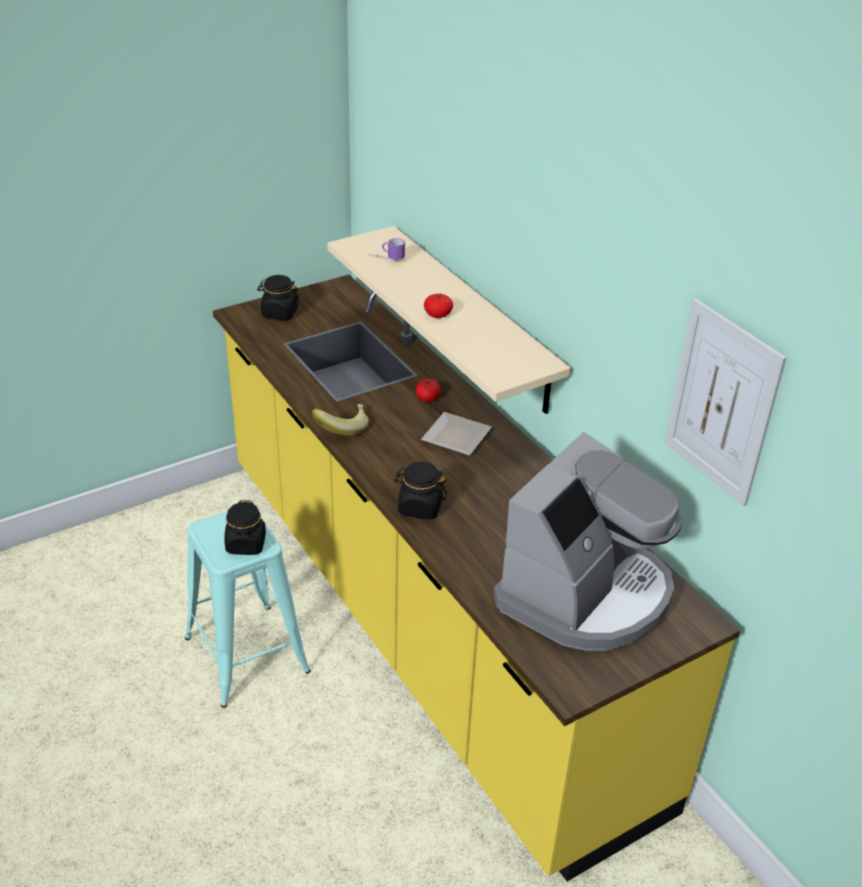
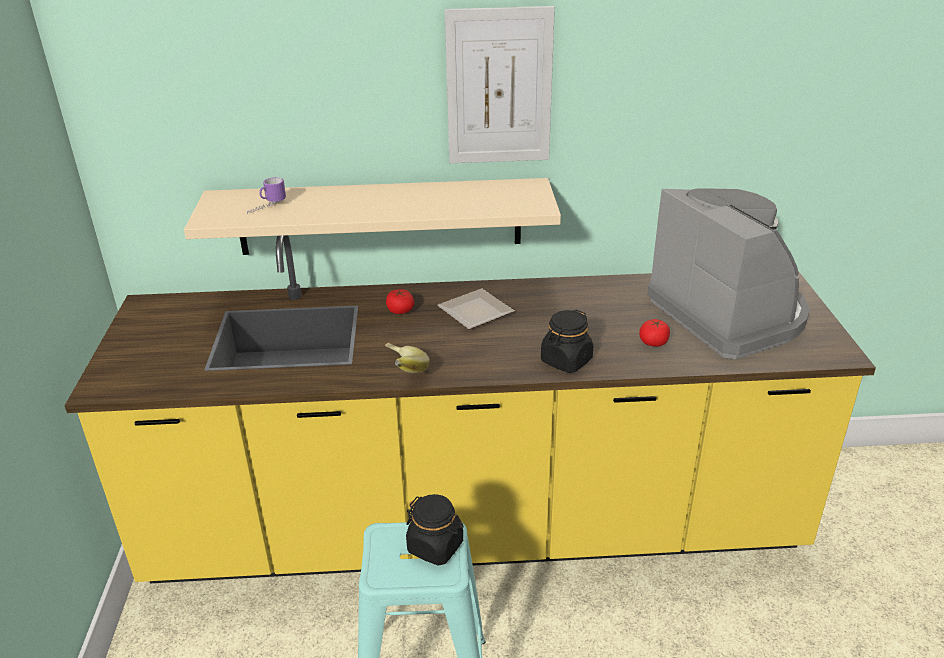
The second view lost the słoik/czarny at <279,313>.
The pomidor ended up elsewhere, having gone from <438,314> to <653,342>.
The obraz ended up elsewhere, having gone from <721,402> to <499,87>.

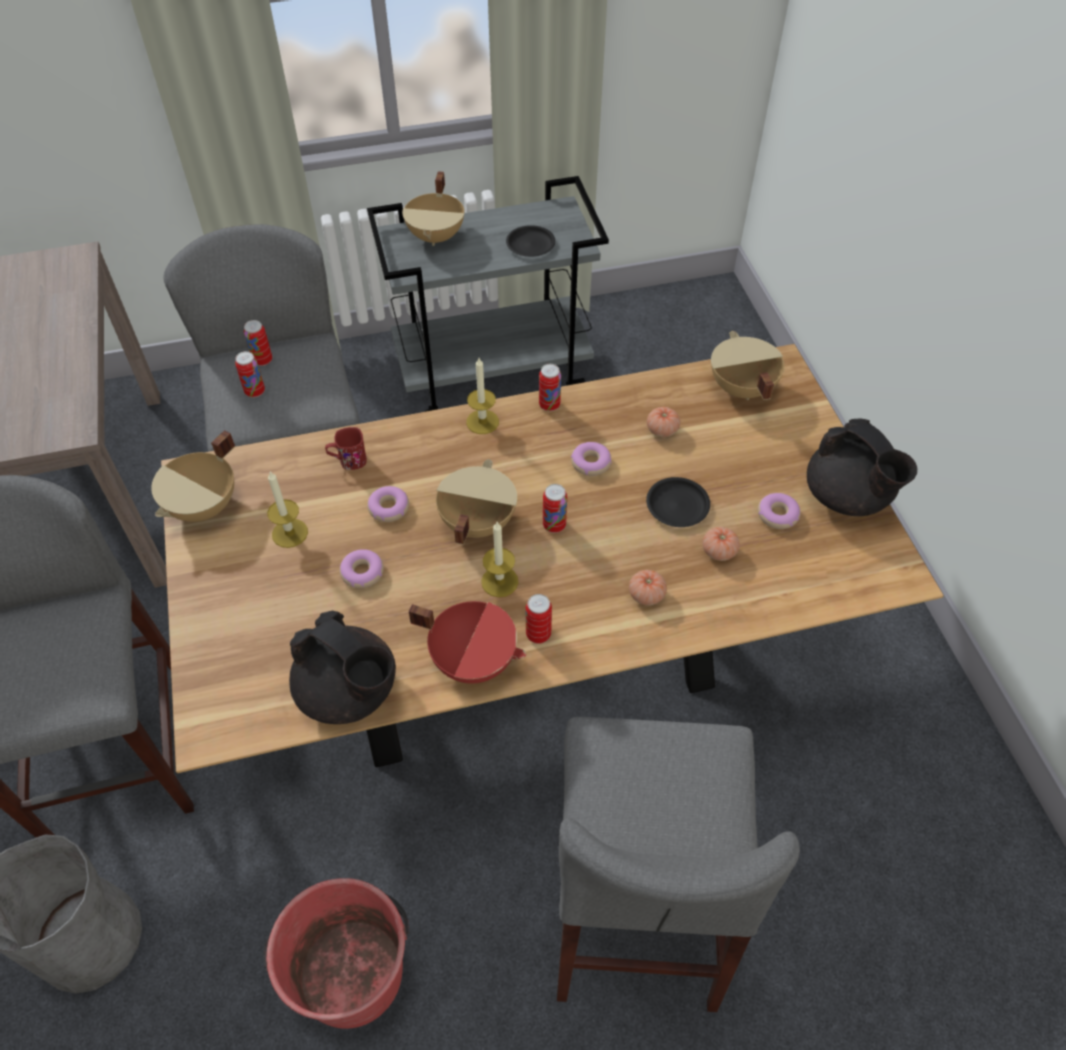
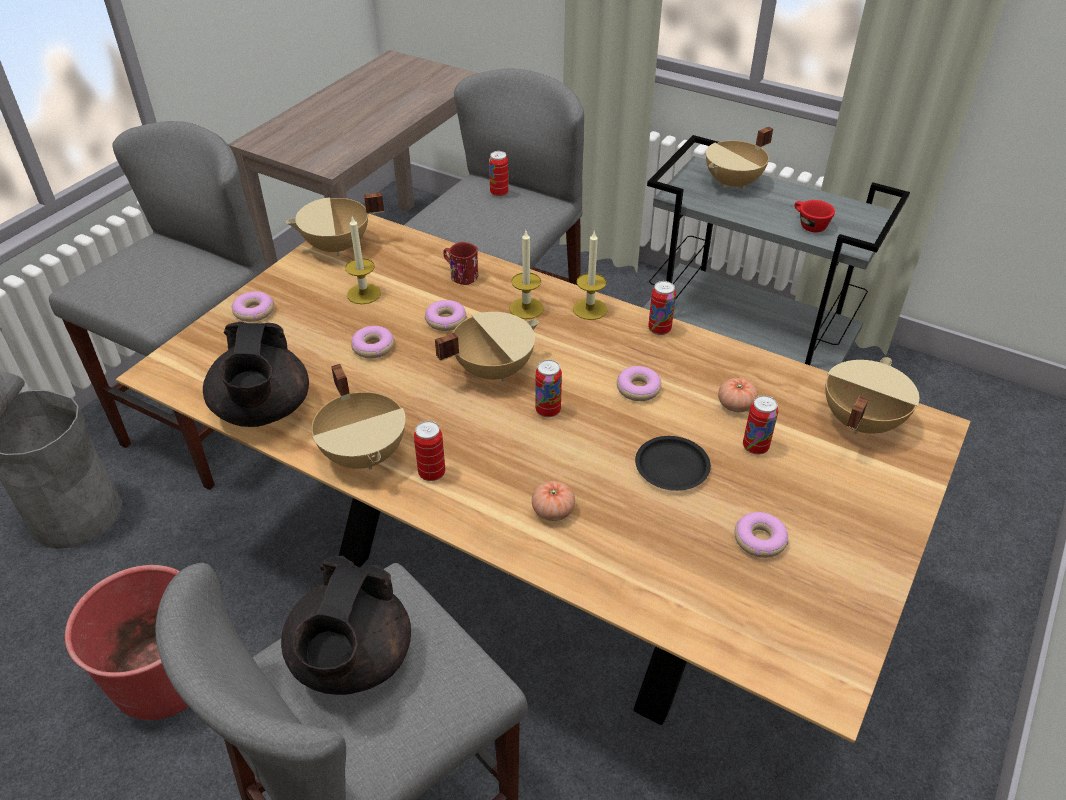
Where the talerz/czarny stood at <531,244>, the filiżanka/czerwony came to stand at <808,225>.
The puszka ended up elsewhere, having gone from <255,392> to <755,447>.
The imbryk/czarny ended up elsewhere, having gone from <847,497> to <351,661>.
The świeca ended up elsewhere, having gone from <499,581> to <526,308>.
The second view lost the pomidor at <719,551>.
What was the garnek/czerwony at <474,659> turned into the garnek/beżowy at <365,454>.
The second view gained the donut at <254,312>.

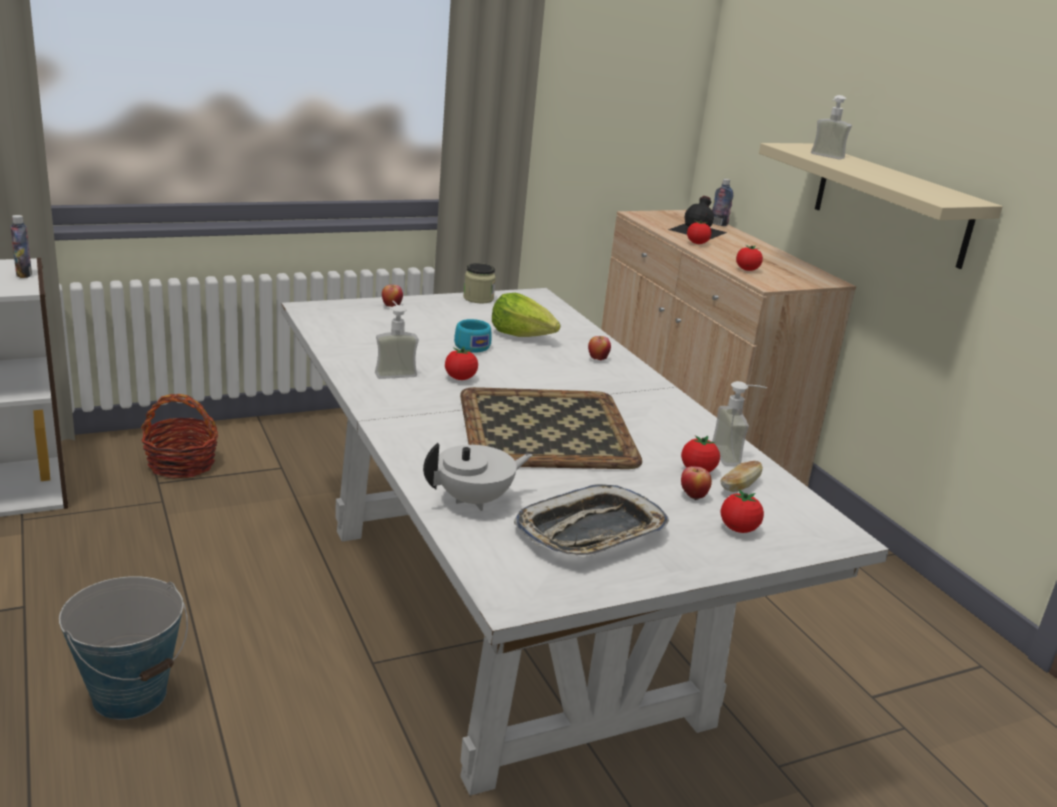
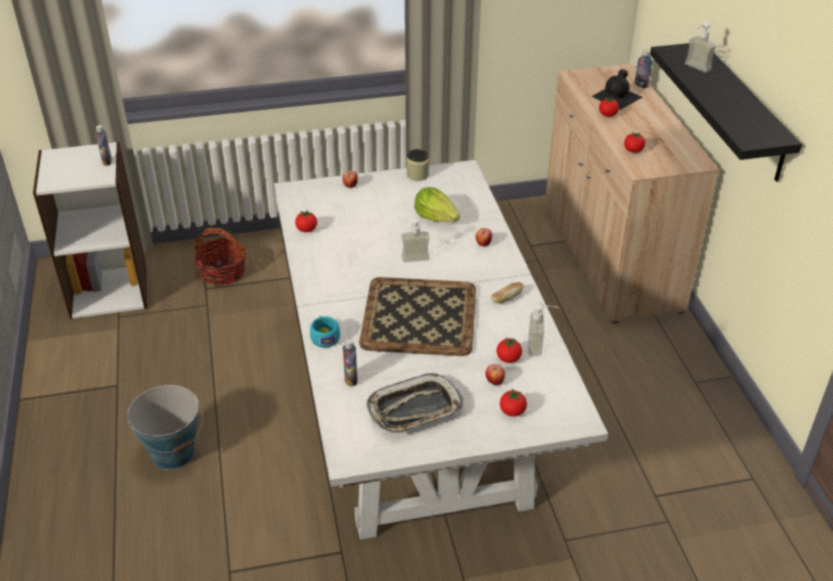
What was the półka/beżowy at <890,204> turned into the półka/czarny at <743,112>.
The dozownik mydła ended up elsewhere, having gone from <393,372> to <414,254>.
The filiżanka/turkusowy ended up elsewhere, having gone from <470,345> to <324,336>.
The pomidor ended up elsewhere, having gone from <460,378> to <306,230>.
Where the imbryk/biały stood at <475,500>, the butelka came to stand at <351,379>.
The chleb ended up elsewhere, having gone from <739,487> to <506,298>.

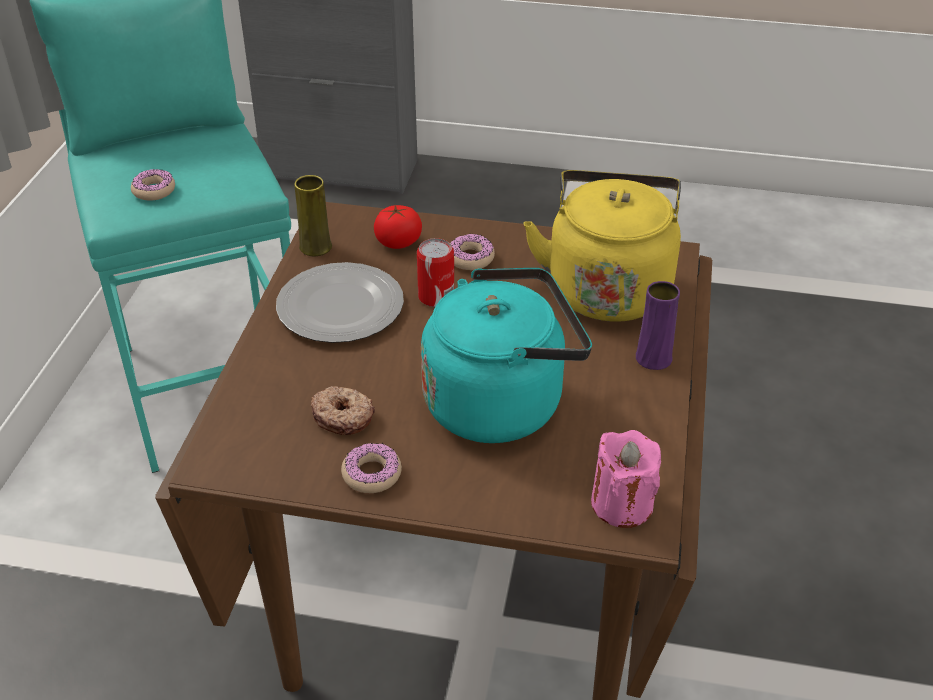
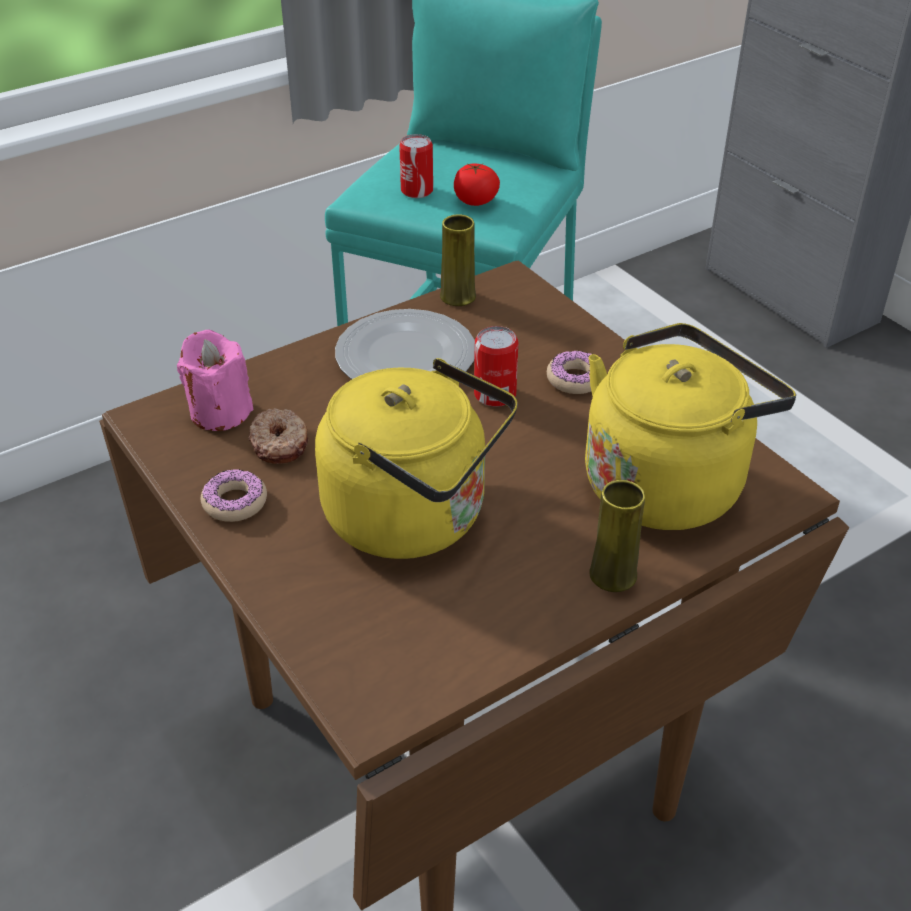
Where the donut stood at <154,190>, the puszka came to stand at <417,191>.
The pomidor ended up elsewhere, having gone from <398,242> to <475,201>.
What was the czajnik/turkusowy at <501,402> turned into the czajnik/żółty at <415,517>.
What was the wazon/fioletowy at <653,358> turned into the wazon/żółty at <613,575>.
The świeca/różowy ended up elsewhere, having gone from <622,504> to <220,412>.

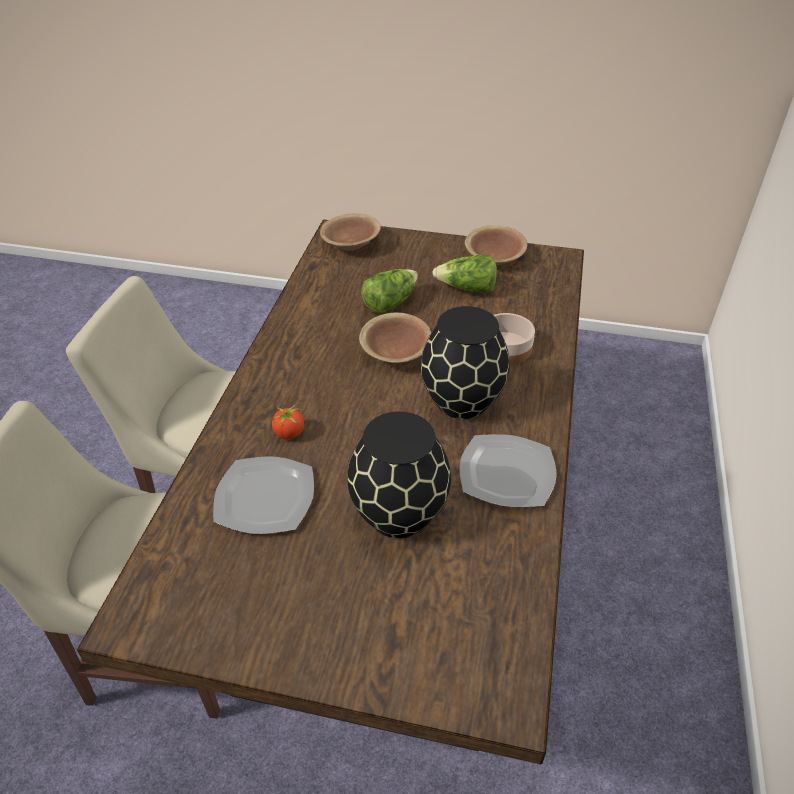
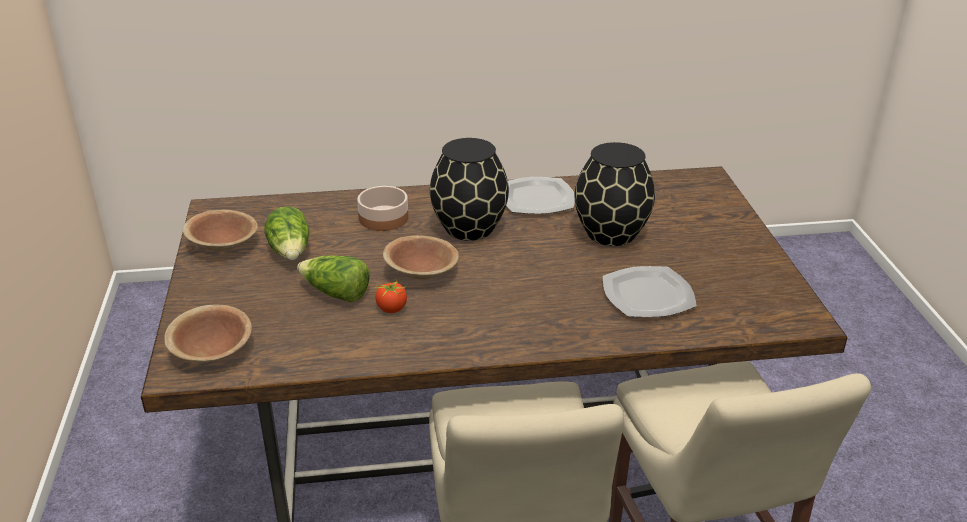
The pomidor ended up elsewhere, having gone from <289,433> to <392,308>.

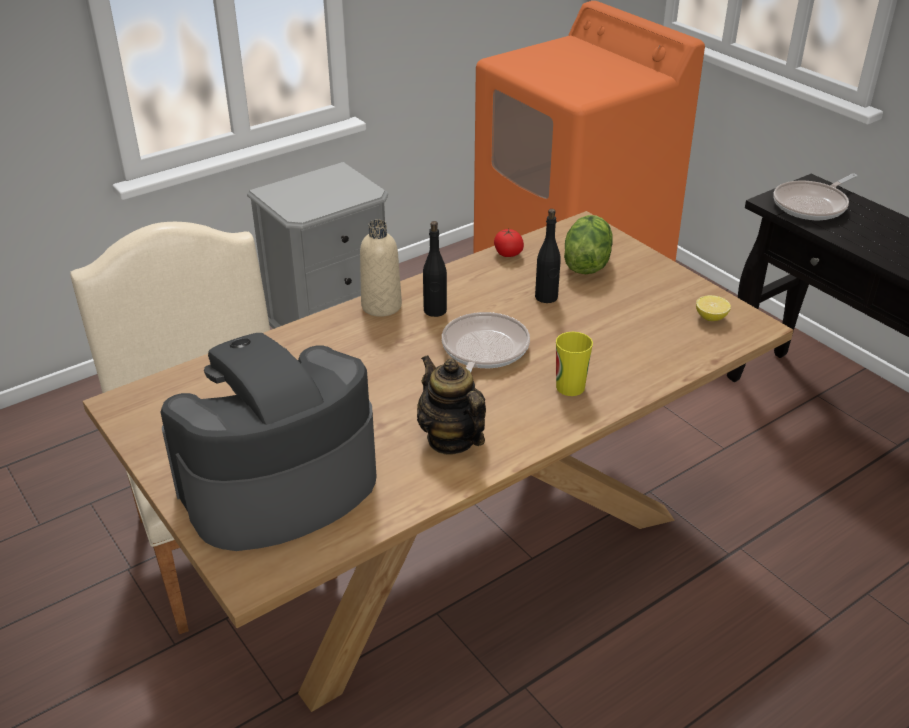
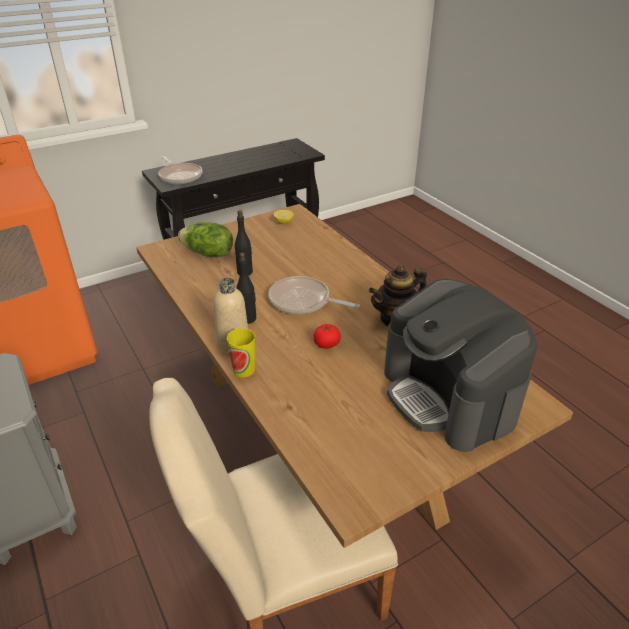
The pomidor ended up elsewhere, having gone from <508,254> to <326,344>.
The filiżanka ended up elsewhere, having gone from <570,387> to <244,370>.

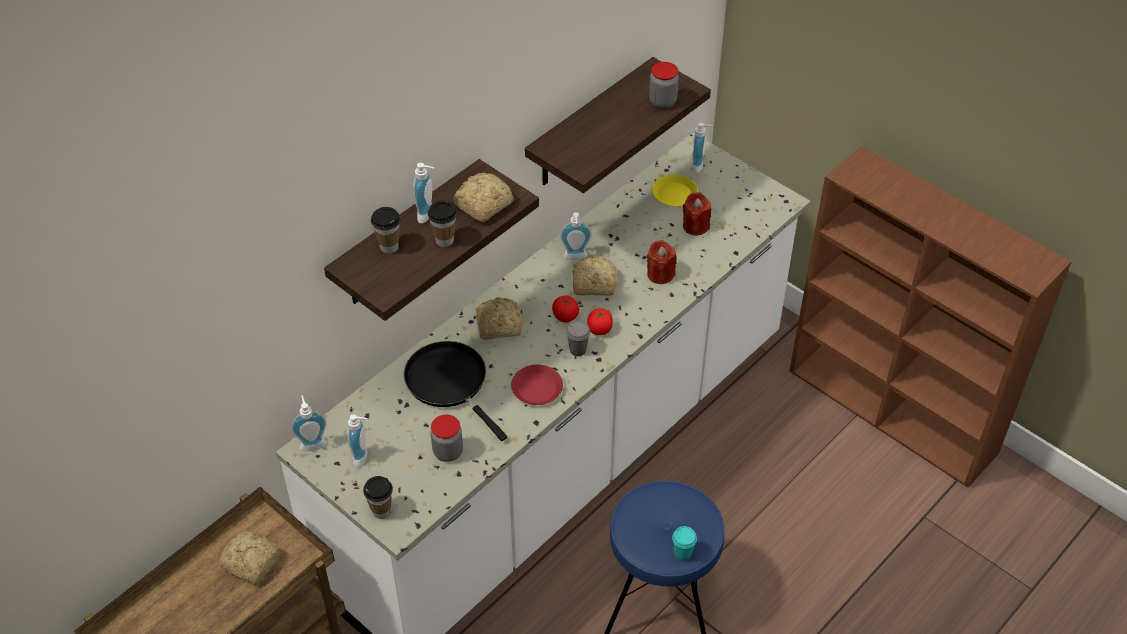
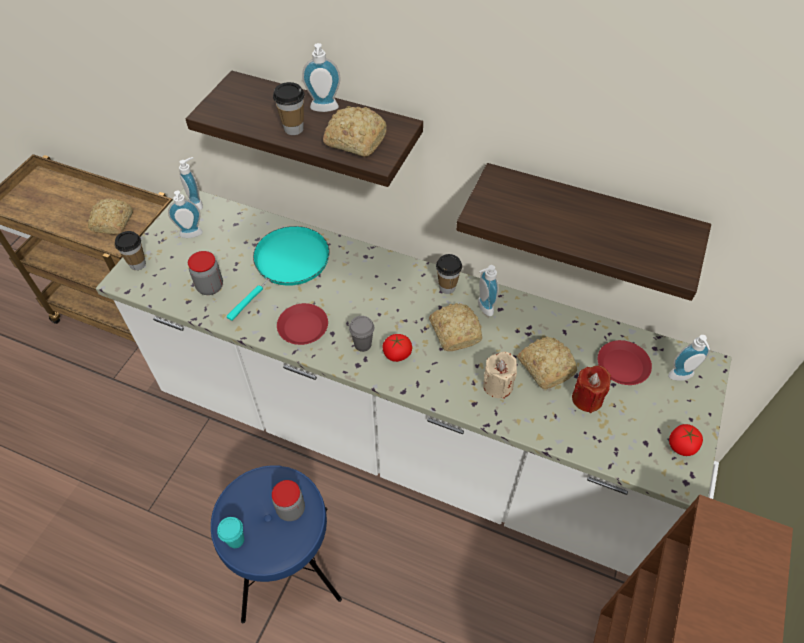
The słoik ended up elsewhere, having gone from <662,101> to <291,509>.
What was the talerz/żółty at <674,194> turned into the talerz/czerwony at <622,366>.
The filiżanka ended up elsewhere, having gone from <389,246> to <447,287>.
What was the świeca/czerwony at <660,274> turned into the świeca/beżowy at <498,385>.
The pomidor ended up elsewhere, having gone from <565,316> to <681,446>.
The chleb ended up elsewhere, having gone from <497,325> to <545,366>.
What was the patelnia/czarny at <449,383> turned into the patelnia/turkusowy at <288,264>.

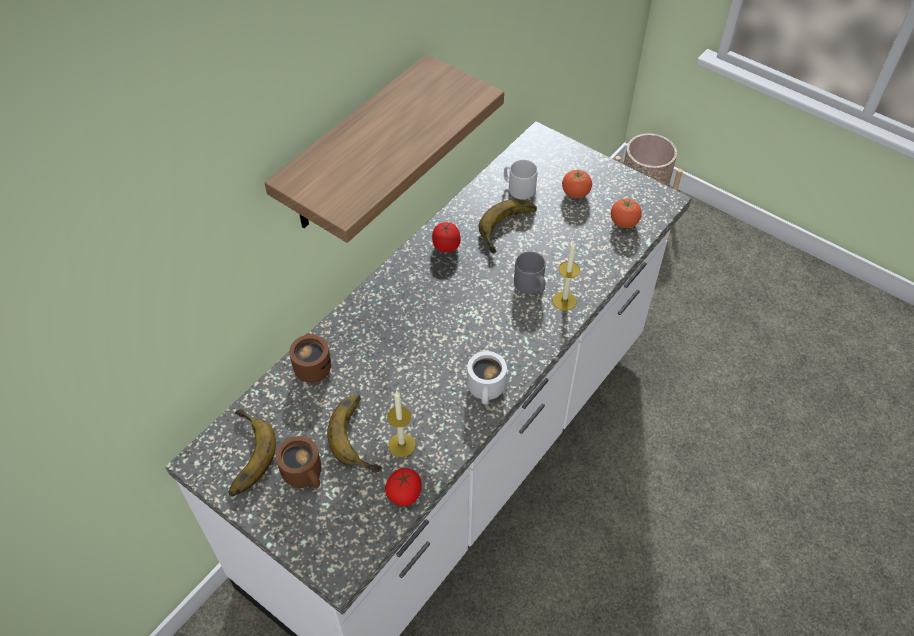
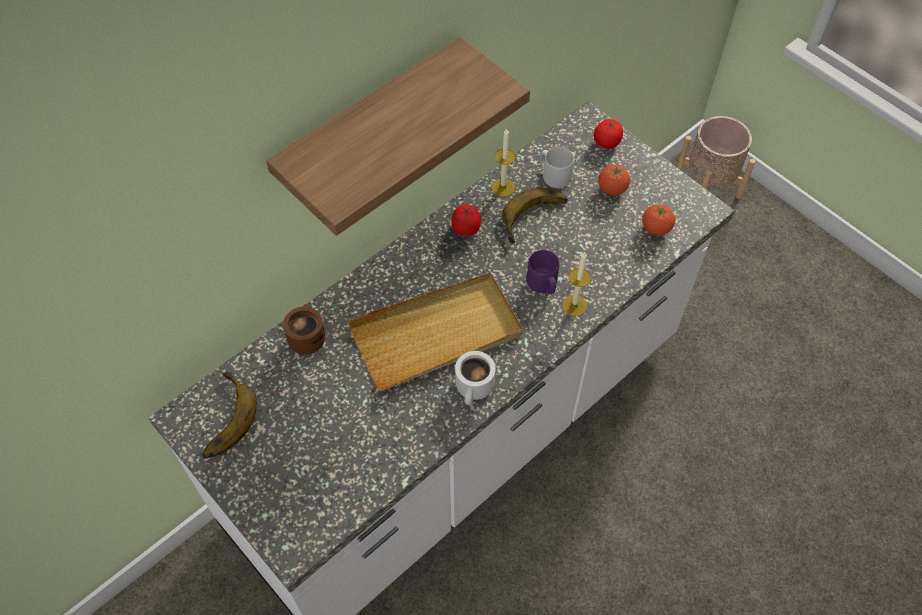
What was the kubek/szary at <530,286> turned into the kubek/fioletowy at <543,284>.
The świeca ended up elsewhere, having gone from <402,445> to <503,187>.
The second view lost the banan at <362,435>.
The second view lost the kubek/brązowy at <306,474>.
The pomidor ended up elsewhere, having gone from <404,493> to <607,142>.
The second view gained the taca/beżowy at <437,334>.

